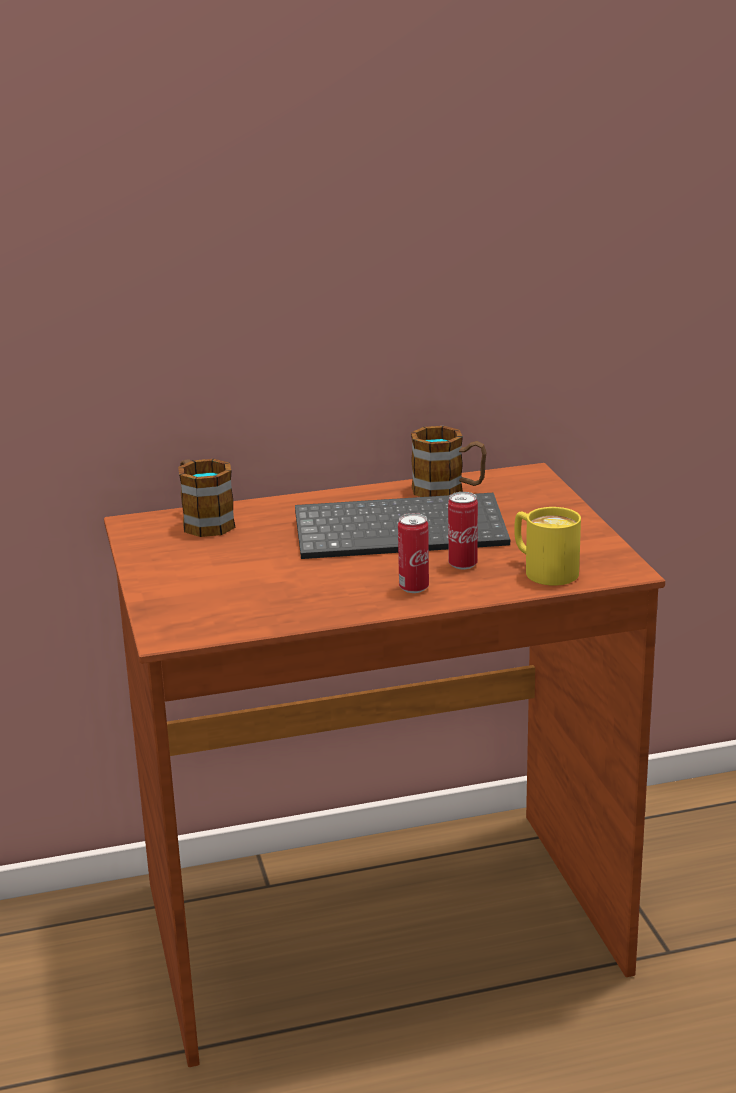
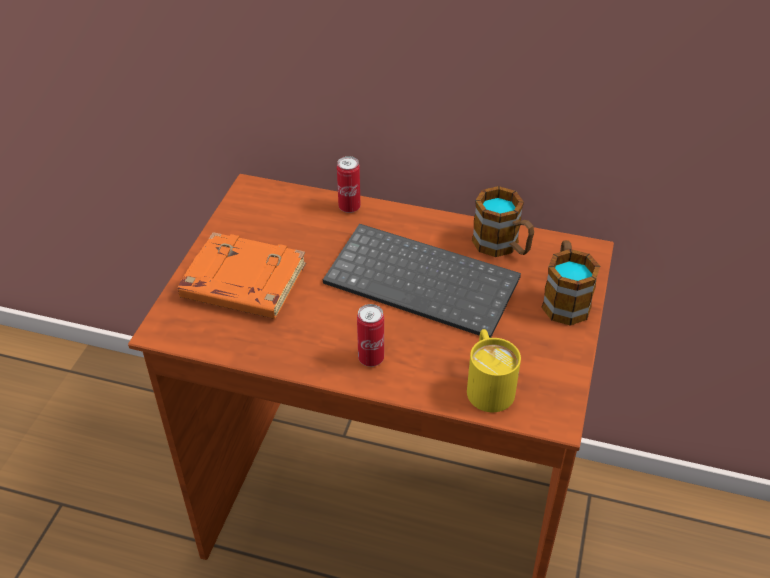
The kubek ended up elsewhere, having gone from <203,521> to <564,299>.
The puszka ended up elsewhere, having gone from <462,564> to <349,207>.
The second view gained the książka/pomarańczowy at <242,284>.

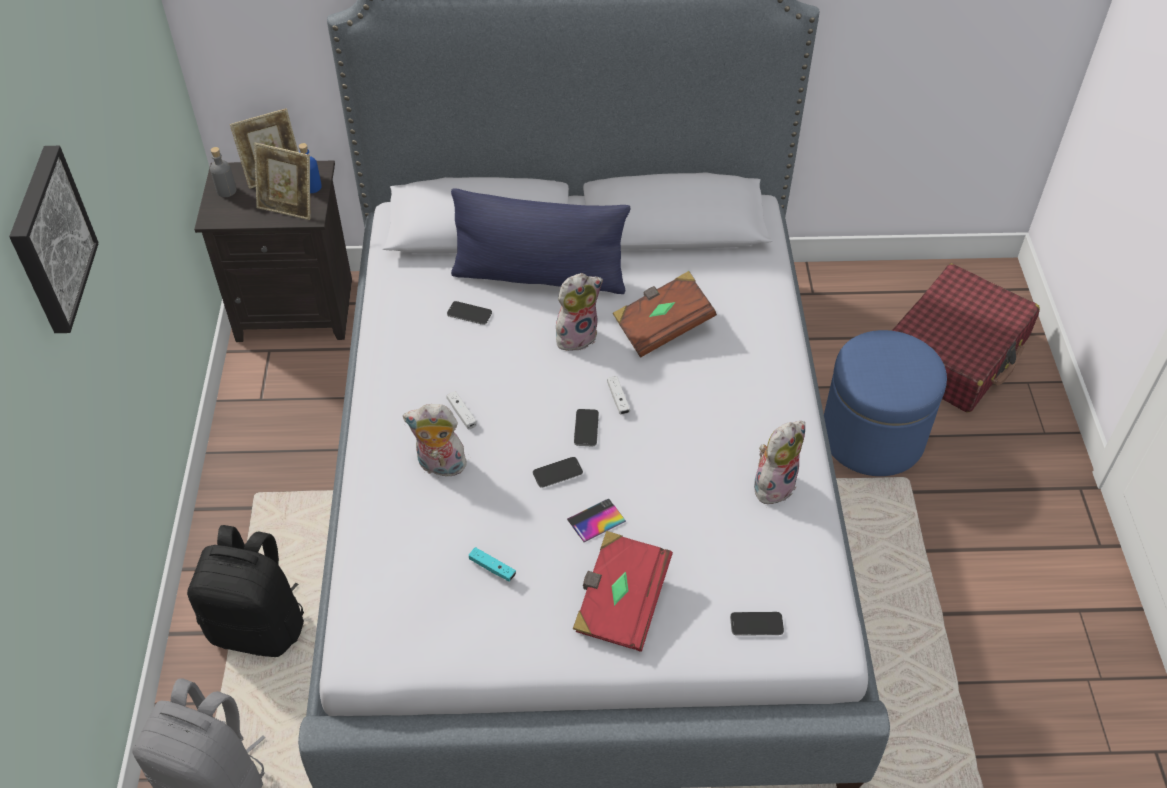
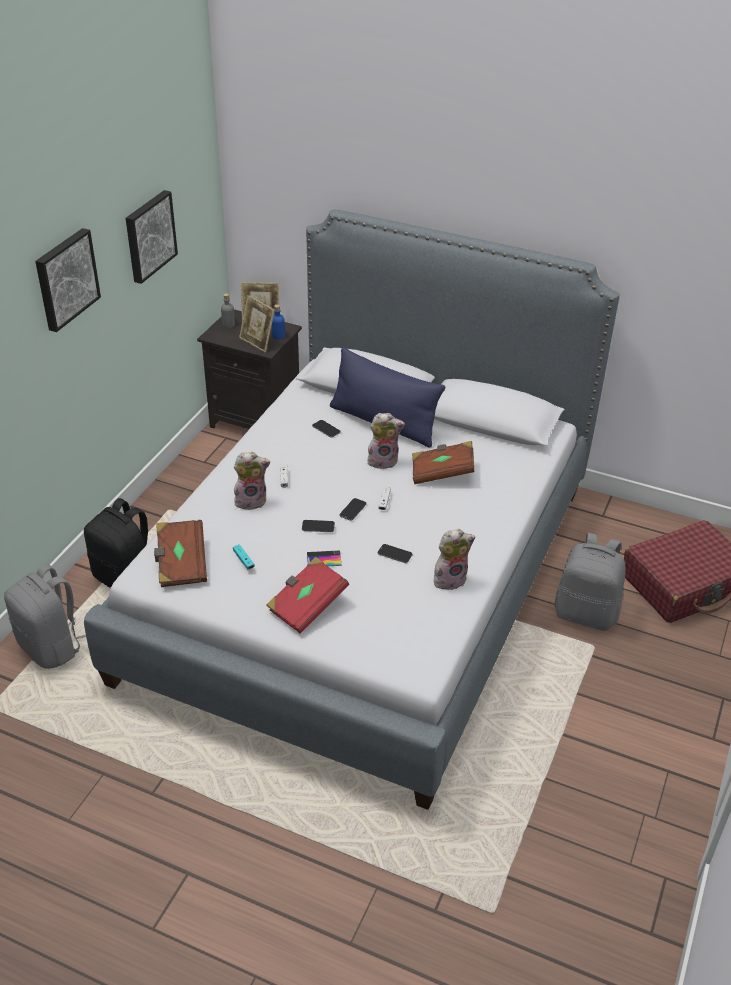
Where the pufa/niebieski stood at <872,436>, the plecak/szary came to stand at <586,613>.
The pluszak at <440,466> ended up facing another way, 135 degrees clockwise from before.
The telefon ended up elsewhere, having gone from <756,624> to <395,554>.
The second view gained the obraz at <149,236>.
The second view gained the książka/brązowy at <181,564>.

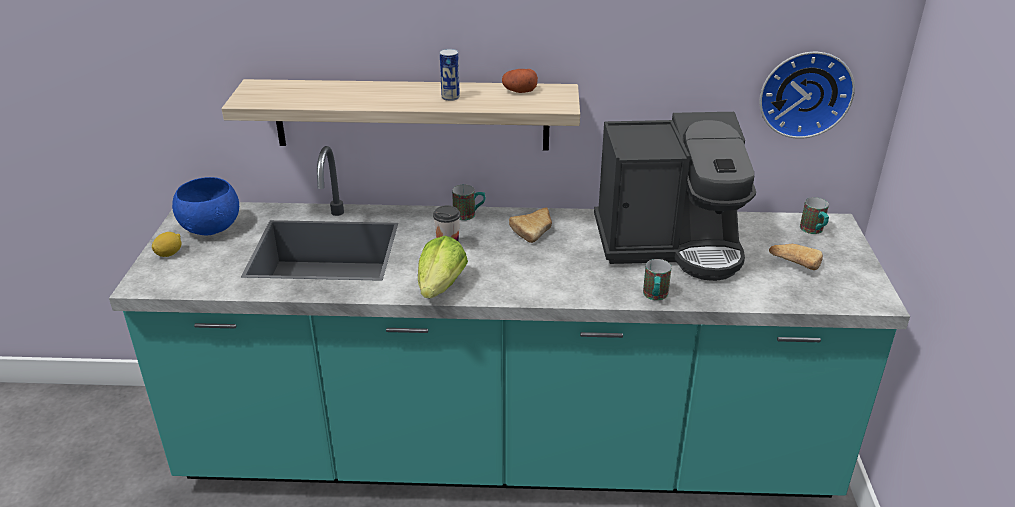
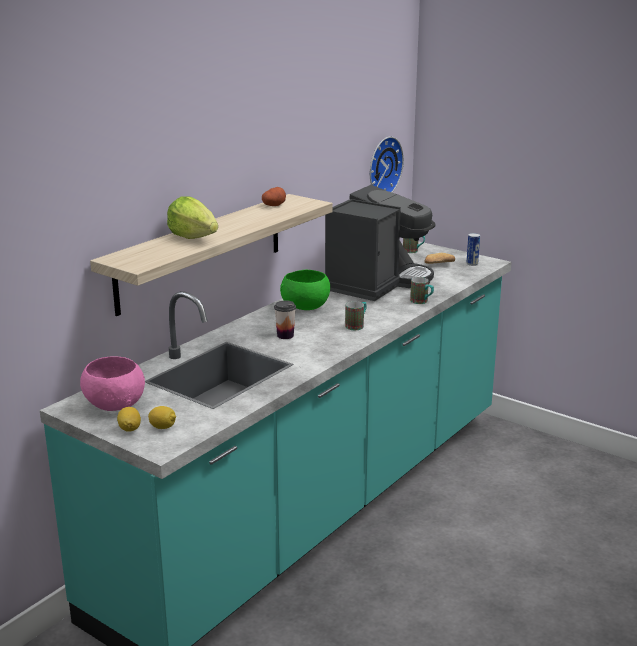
The puszka ended up elsewhere, having gone from <450,97> to <472,264>.
What was the miska/niebieski at <211,227> turned into the miska/różowy at <114,405>.
The kubek ended up elsewhere, having gone from <469,215> to <357,325>.
Where the chleb stood at <534,230>, the miska/zielony came to stand at <305,308>.
The sałata ended up elsewhere, having gone from <441,287> to <193,237>.
The second view gained the cytryna at <163,427>.

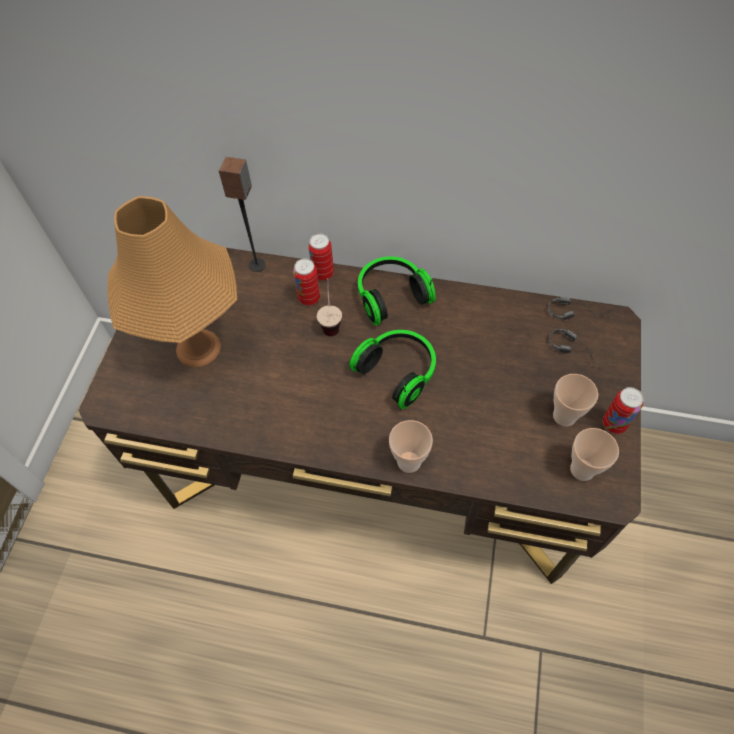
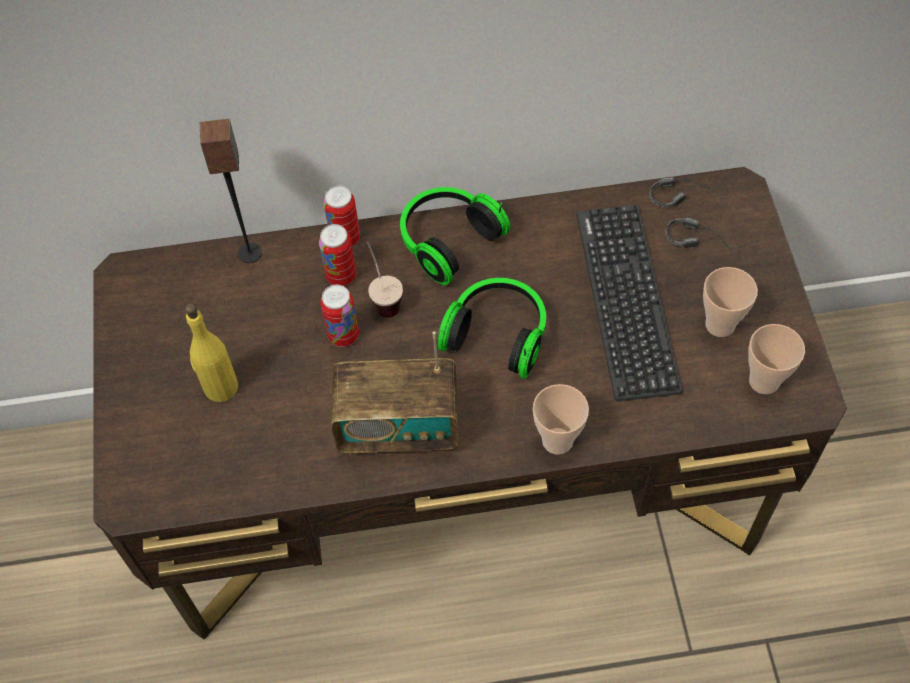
Where the lampa stołowa/pomarańczowy stood at <198,348>, the butelka/żółty came to stand at <220,387>.
The puszka ended up elsewhere, having gone from <614,424> to <343,335>.
The second view gained the klawiatura at <626,300>.
The second view gained the radio at <399,428>.

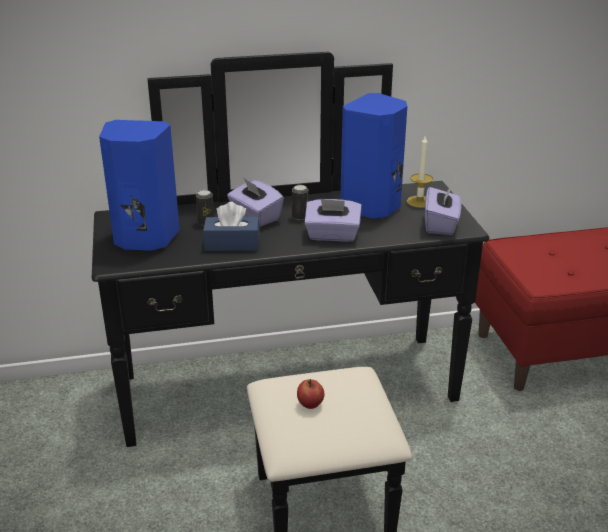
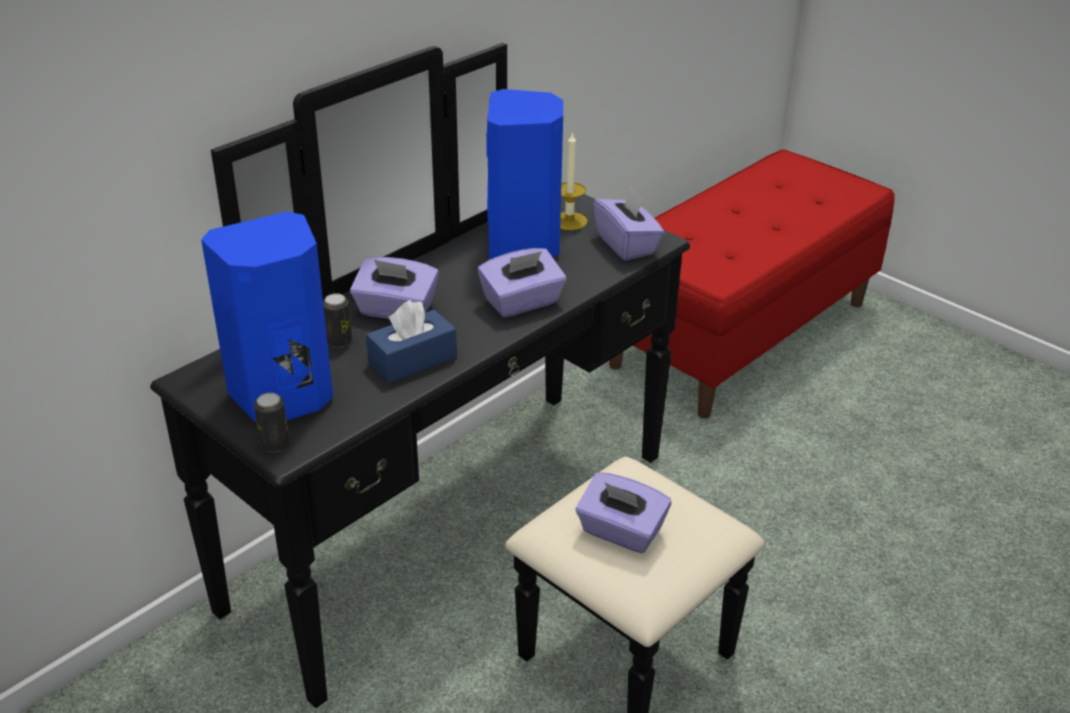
The puszka ended up elsewhere, having gone from <300,217> to <275,444>.
Where the jabłko stood at <310,404>, the pudełko chusteczek/fioletowy came to stand at <620,532>.

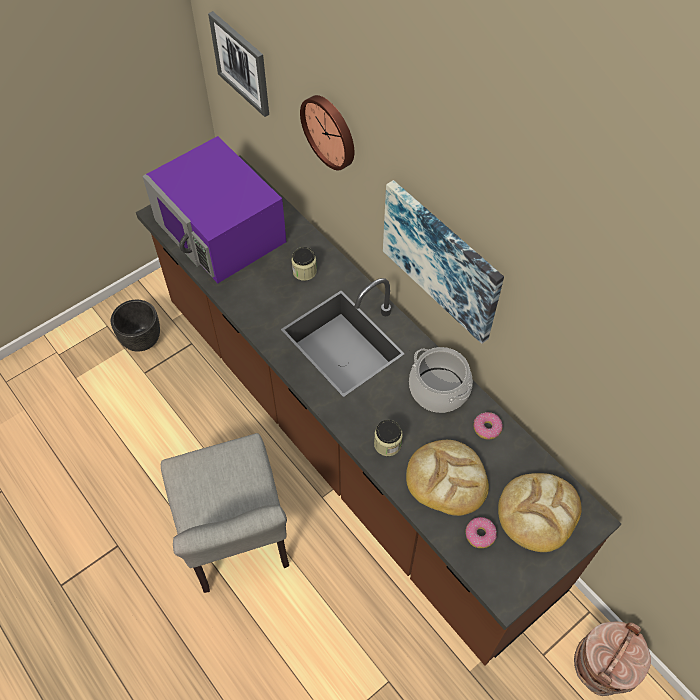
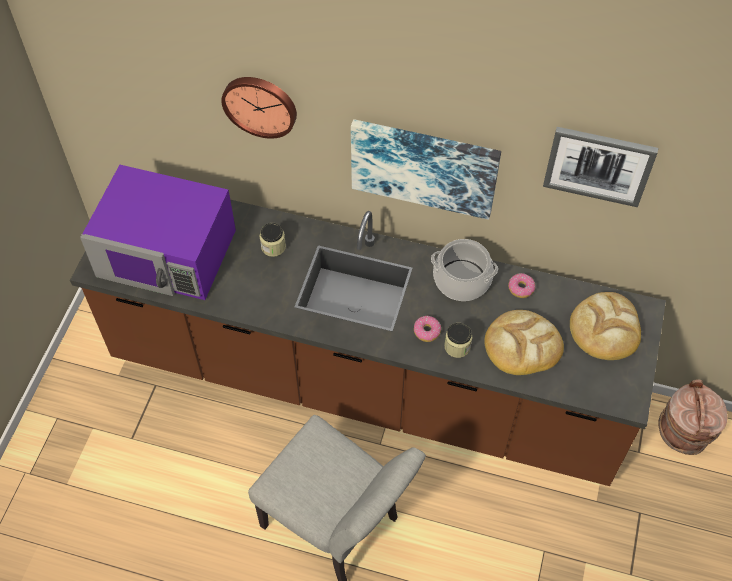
The obraz ended up elsewhere, having gone from <241,63> to <598,165>.
The second view lost the donica/czarny at <142,340>.
The donut ended up elsewhere, having gone from <480,534> to <426,331>.

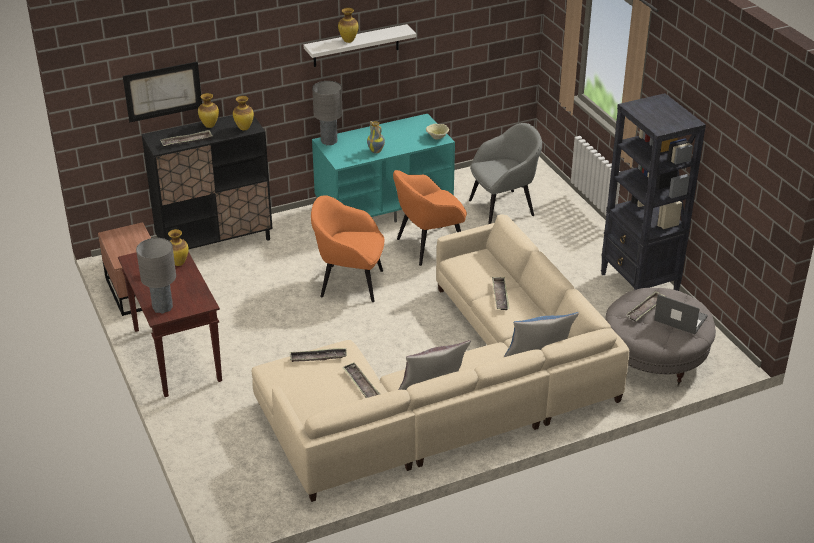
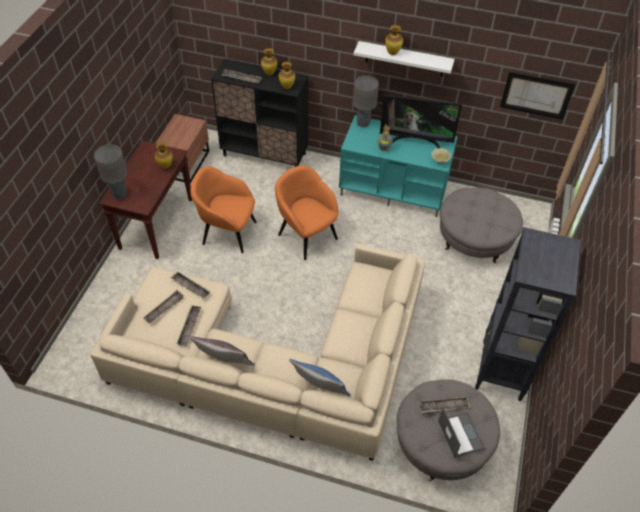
The obraz ended up elsewhere, having gone from <163,91> to <536,95>.
Where the fotel/szary stood at <503,207>, the pufa/szary came to stand at <474,238>.
The fotel/pomarańczowy ended up elsewhere, having gone from <429,246> to <228,232>.
The taca ended up elsewhere, having gone from <500,296> to <164,309>.
The second view gained the telewizor at <416,140>.

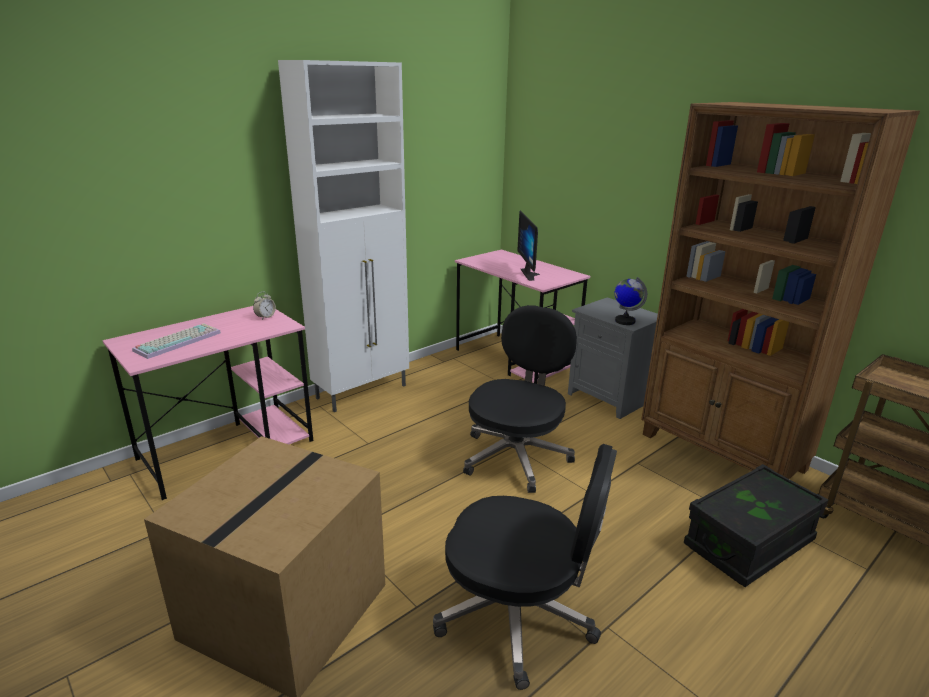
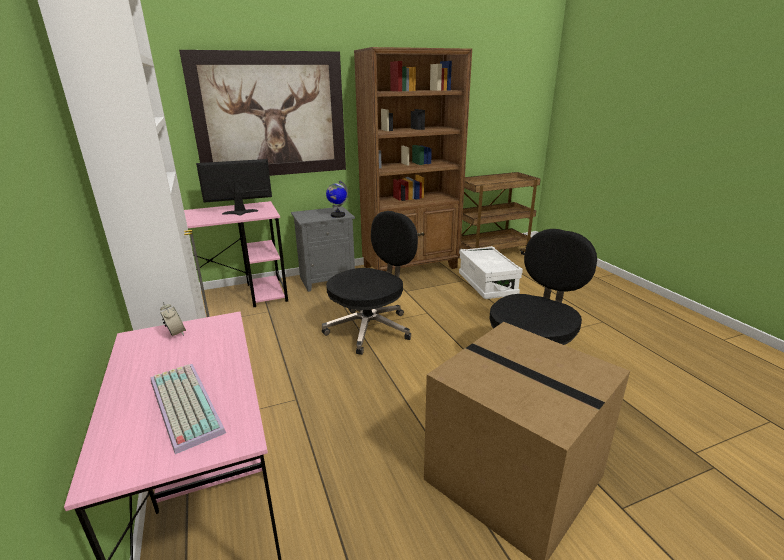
The monitor at <531,274> ended up facing another way, 150 degrees clockwise from before.
The krzesło biurowe/czarny at <516,456> ended up facing another way, 90 degrees clockwise from before.
What was the pojemnik do przechowywania/czarny at <748,543> turned into the pojemnik do przechowywania/biały at <487,284>.
The second view gained the obraz at <271,115>.

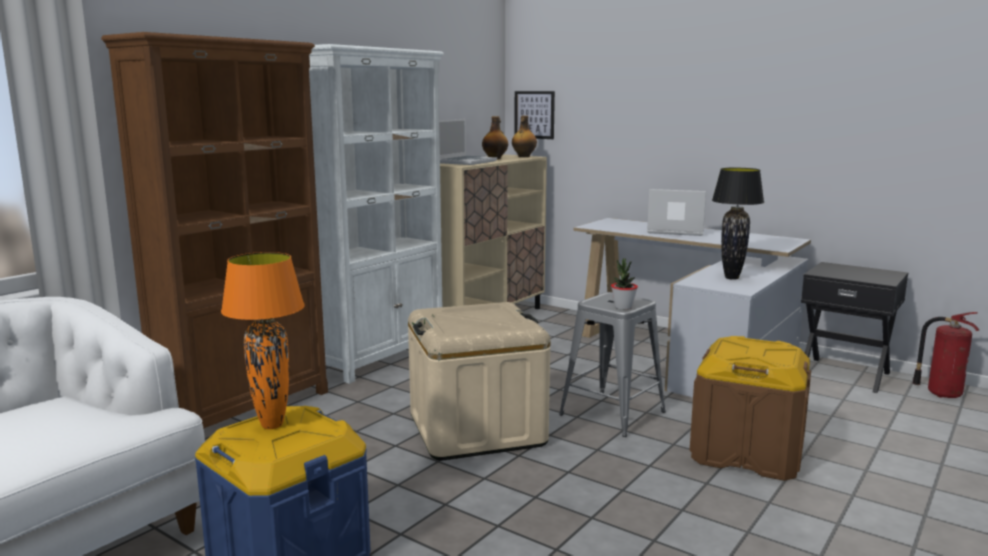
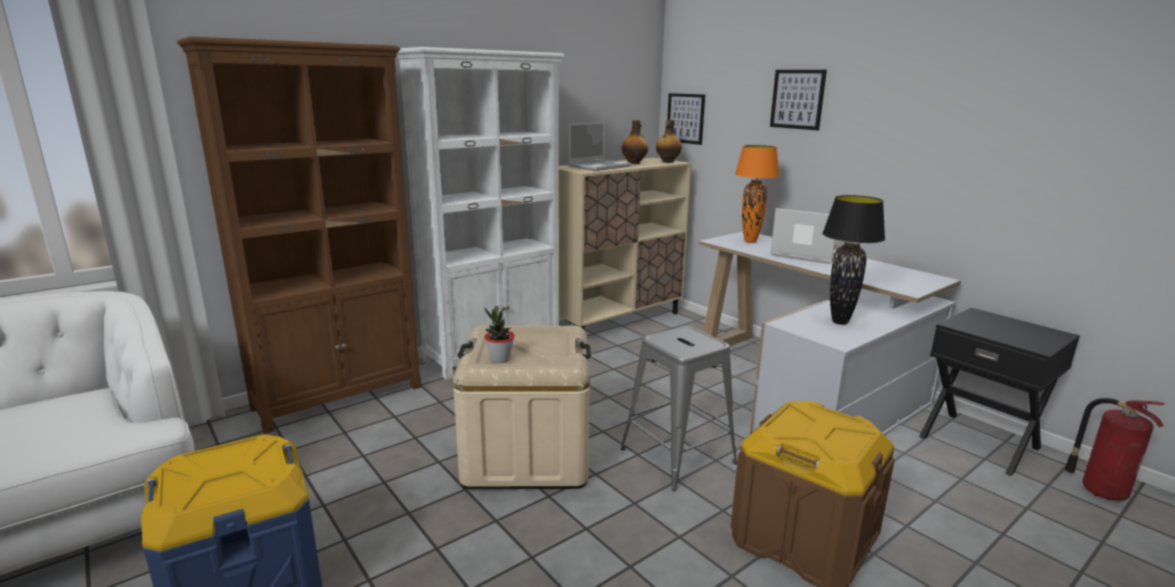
The lampa stołowa/pomarańczowy ended up elsewhere, having gone from <272,425> to <750,241>.
The roślina doniczkowa ended up elsewhere, having gone from <623,307> to <500,359>.
The second view gained the obraz at <797,99>.

